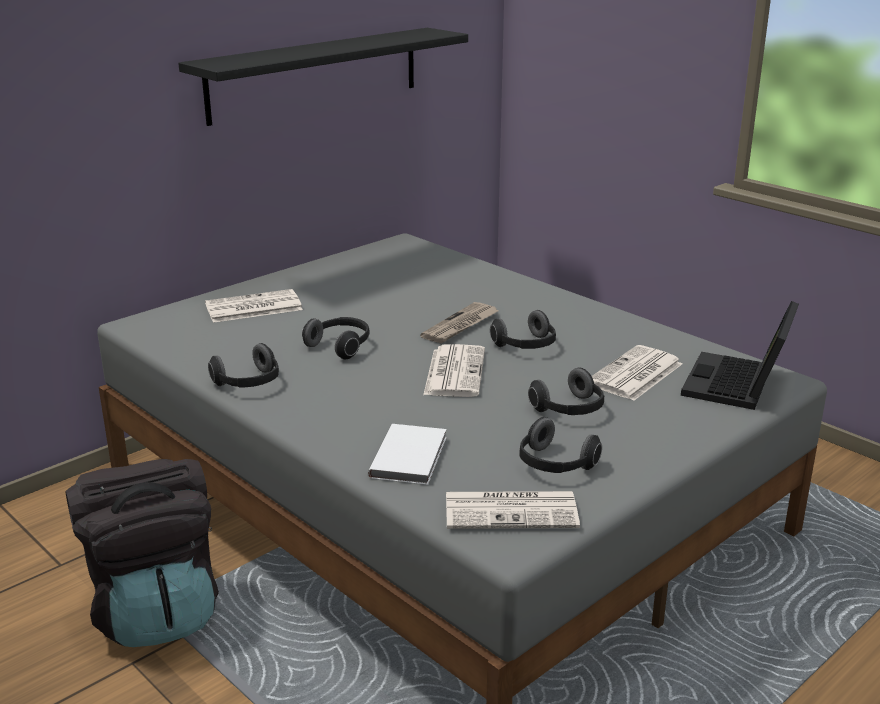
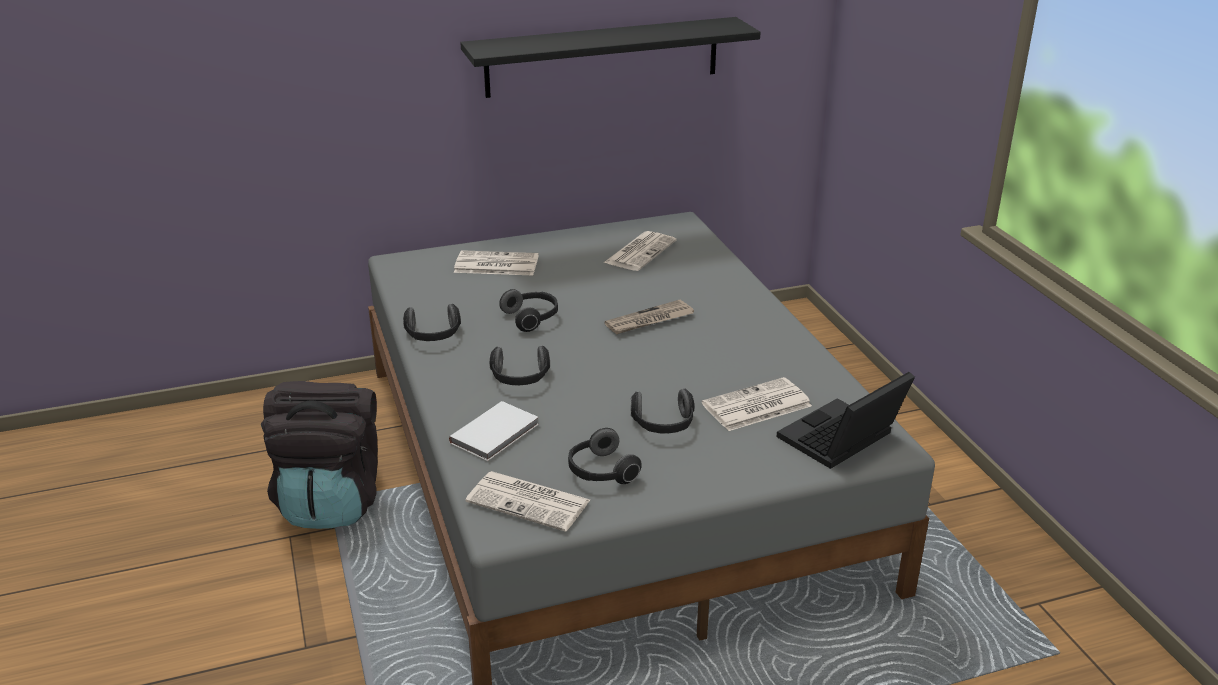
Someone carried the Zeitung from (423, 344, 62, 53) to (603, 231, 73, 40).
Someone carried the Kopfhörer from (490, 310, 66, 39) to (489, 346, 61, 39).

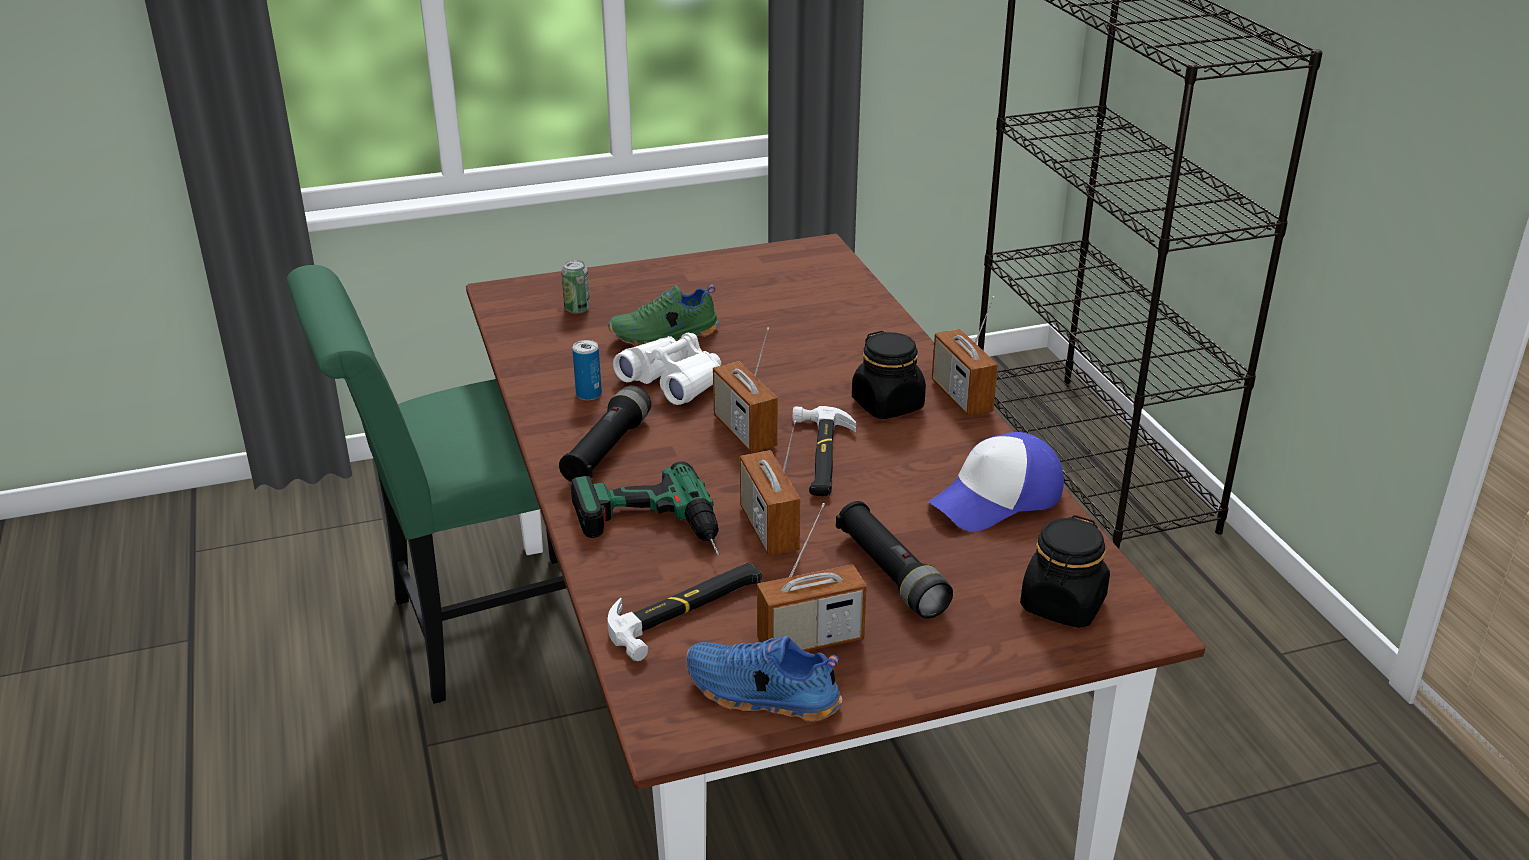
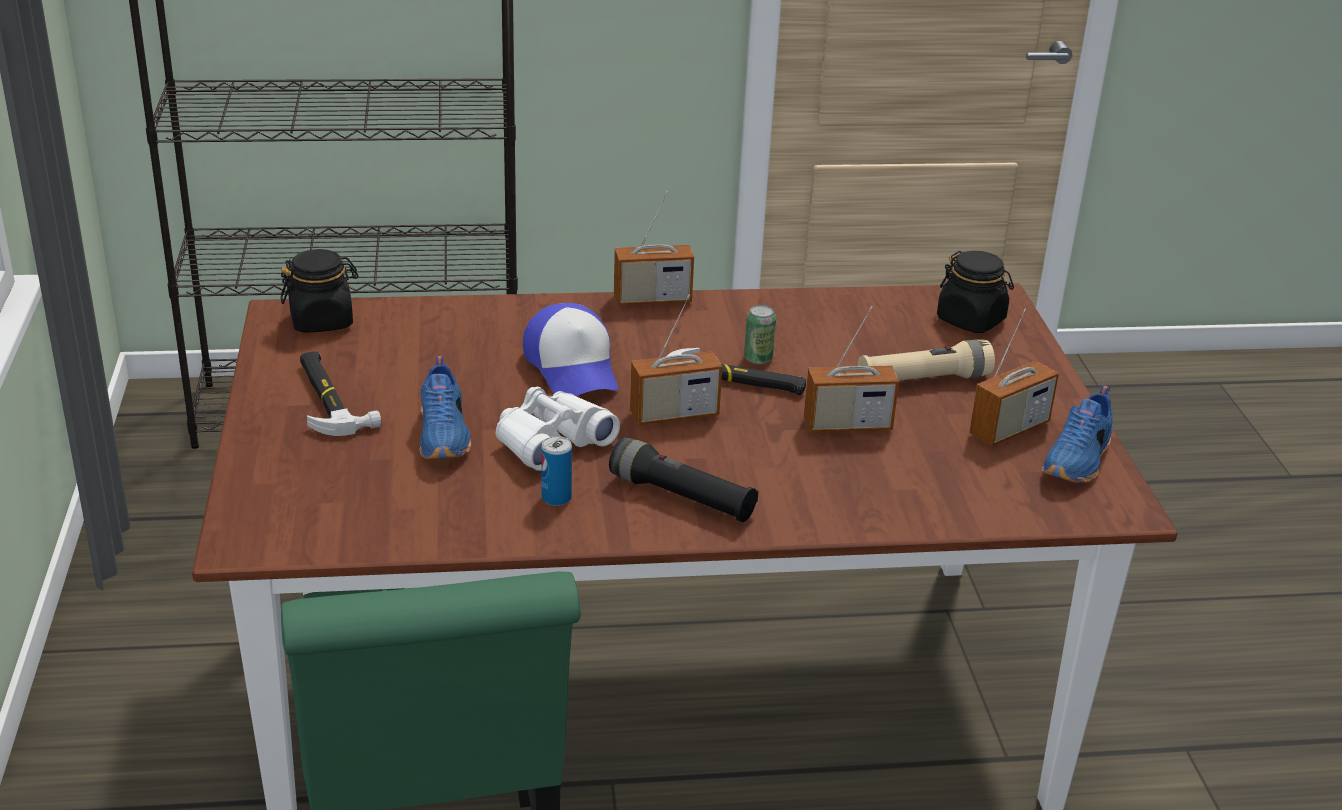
Someone carried the Dose from (561, 260, 29, 54) to (744, 305, 32, 59).
Someone took away the Bohrmaschine at (570, 461, 150, 95).
Someone repainted the Schuh (grün) at (608, 284, 111, 62), which became the Schuh (blau) at (419, 356, 52, 103).
Someone carried the Hammer from (608, 563, 154, 98) to (300, 352, 81, 84).
Someone rotated the Radio at (757, 503, 110, 148) by 60 degrees clockwise.
Someone repainted the Taschenlampe (schwarz) at (836, 501, 117, 118), which became the Taschenlampe (beige) at (858, 340, 137, 41).
Someone carried the Vorratsglas (schwarz) from (852, 331, 74, 88) to (281, 249, 78, 83).
Someone carried the Kappe from (927, 432, 137, 99) to (523, 303, 95, 93).

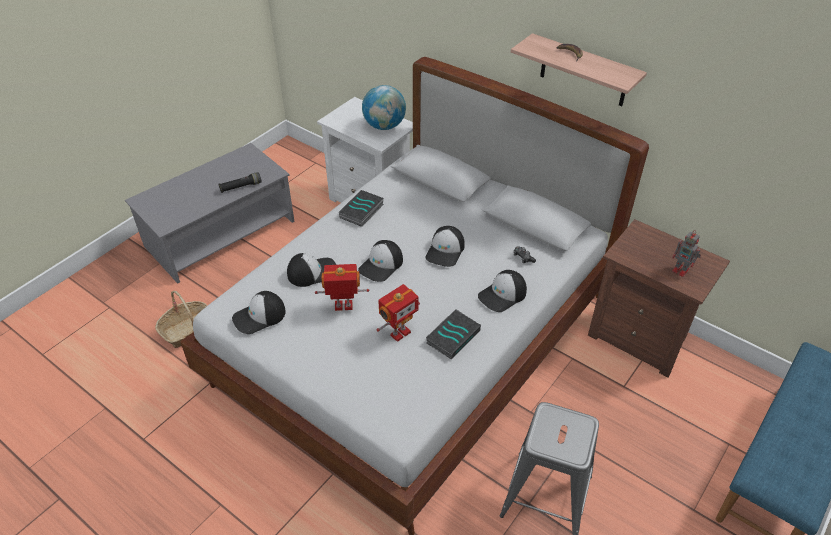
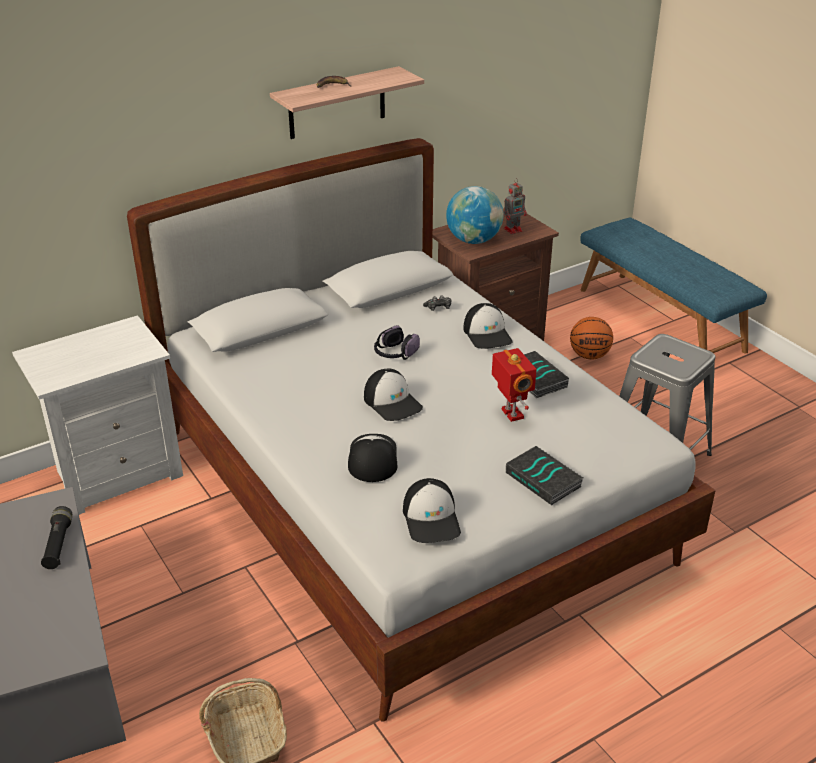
Someone took away the Spielzeugroboter at (315, 264, 54, 47).
Someone carried the Buch from (339, 190, 45, 37) to (506, 446, 77, 59).
Someone carried the Globus from (362, 85, 44, 45) to (446, 186, 58, 58).
Someone swapped the Kappe at (425, 226, 40, 41) for the Kopfhörer at (374, 325, 46, 35).
Someone put down the Basketball at (570, 317, 43, 43).

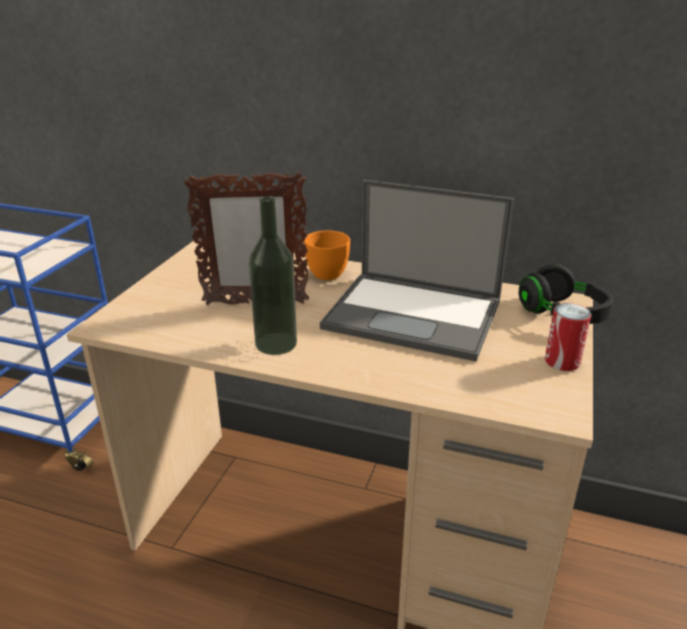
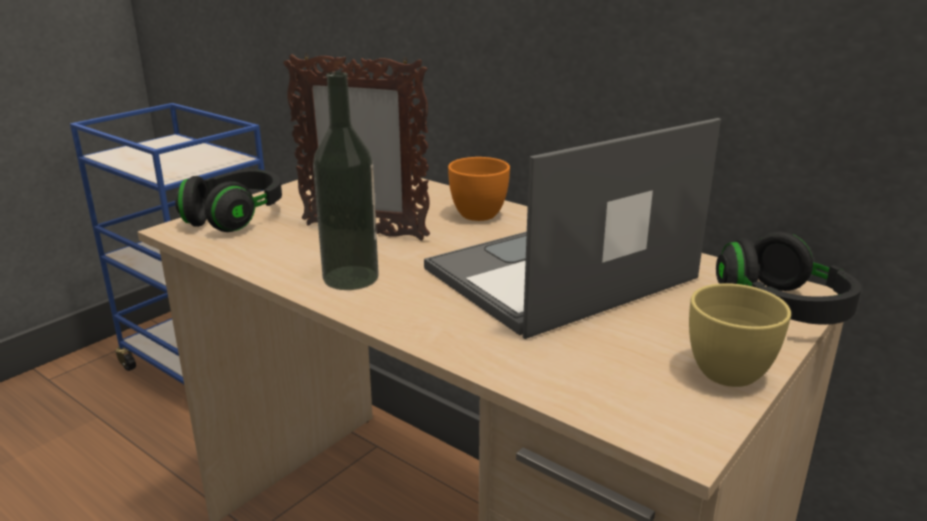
Someone rotated the Laptop at (320, 180, 194, 181) by 105 degrees clockwise.
Someone swapped the Dose at (545, 303, 46, 68) for the Tasse (gelb) at (689, 283, 102, 104).
Someone put down the Kopfhörer (schwarz) at (175, 169, 107, 63).

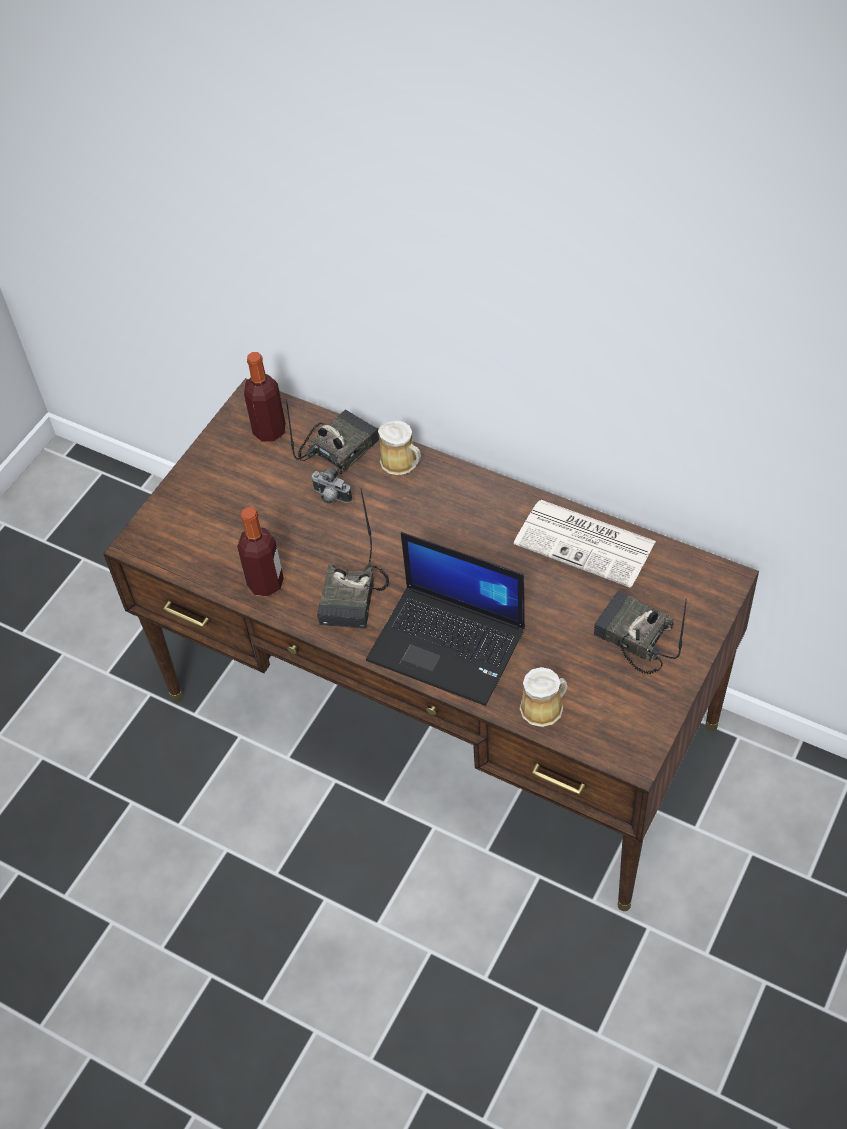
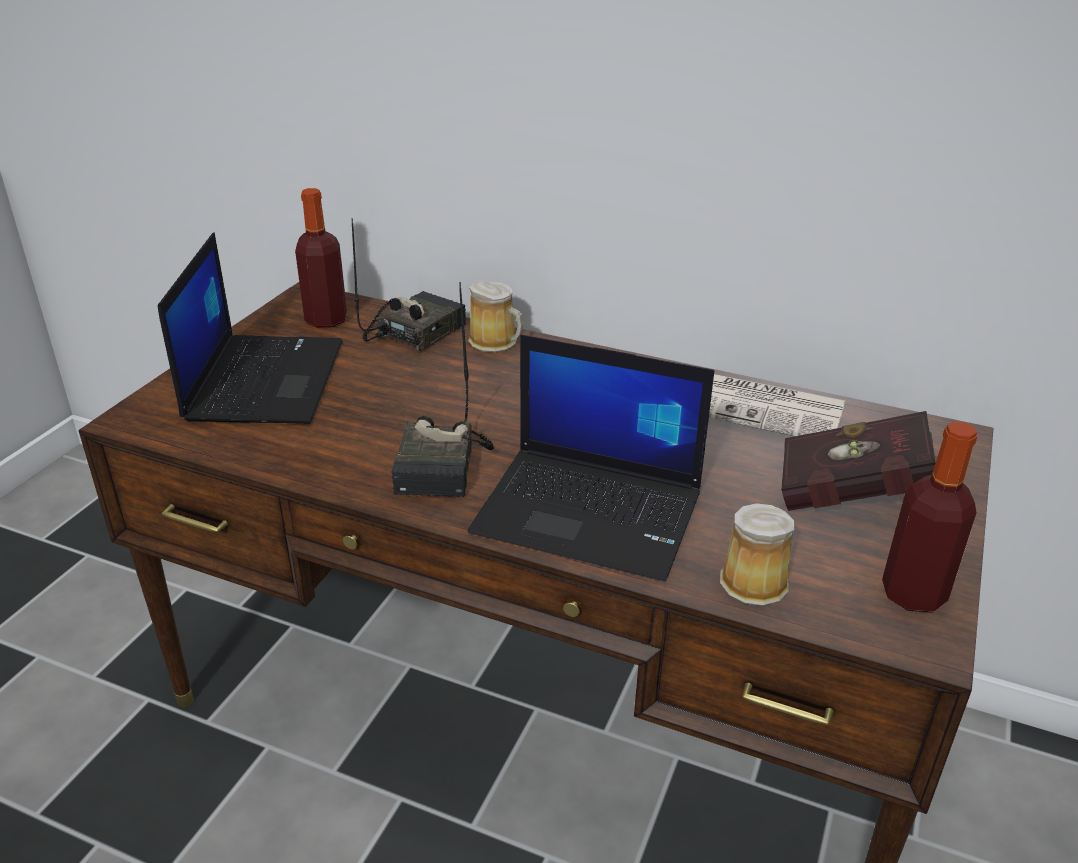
Someone carried the Flasche from (237, 507, 47, 90) to (882, 421, 96, 192).
Someone took away the Kamera at (311, 467, 41, 37).
Someone swapped the Radio at (594, 590, 93, 84) for the Buch (rot) at (781, 411, 156, 100).
Someone put down the Laptop at (158, 232, 185, 192).

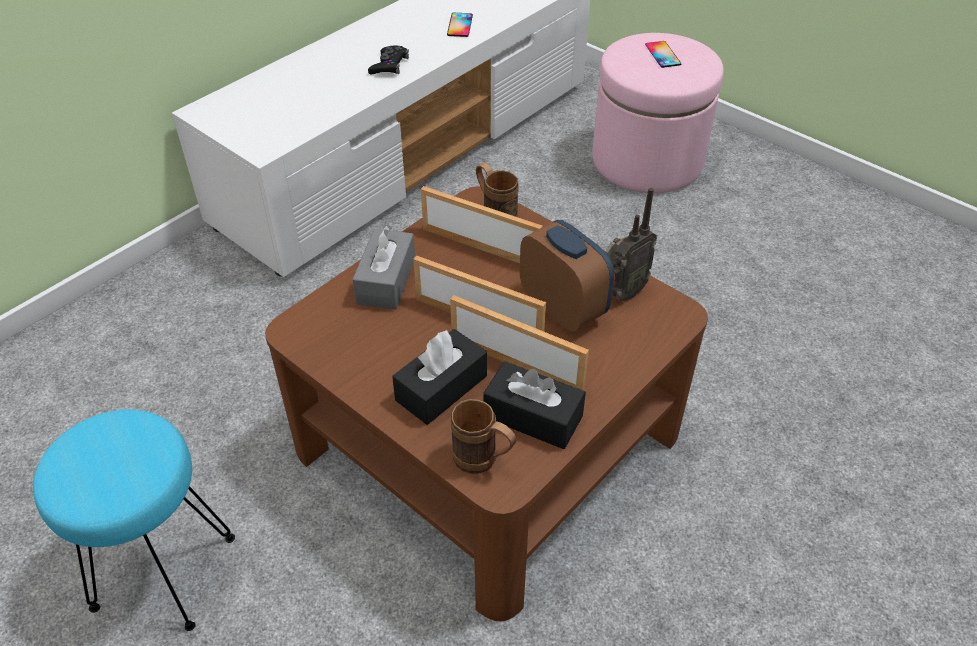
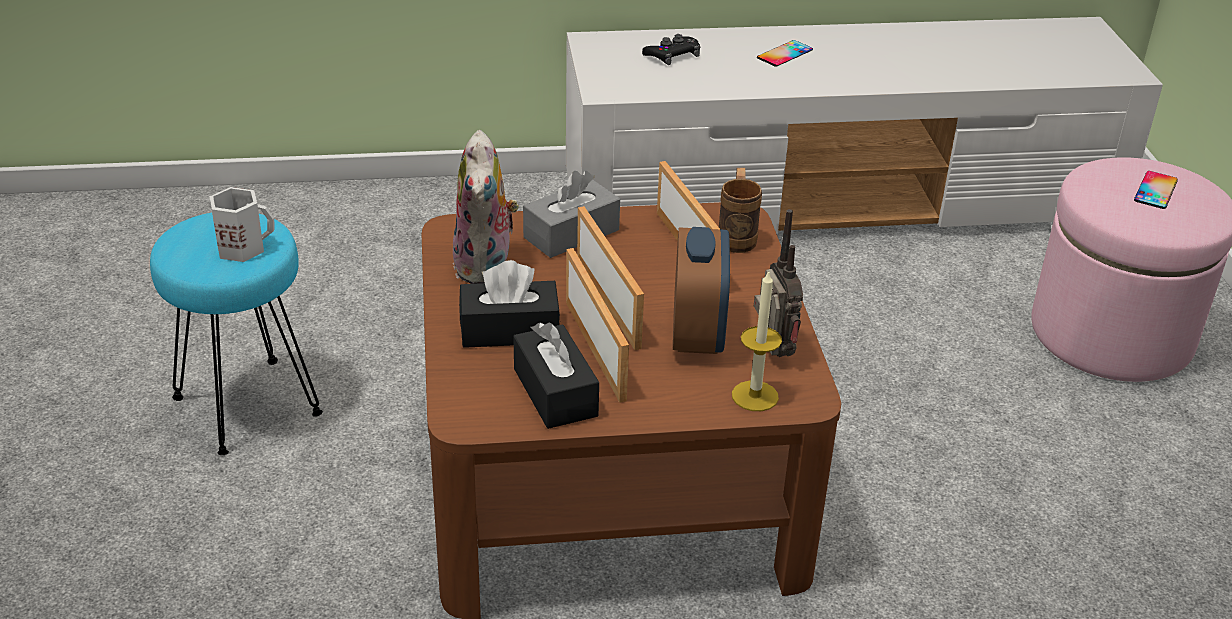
Someone carried the Gamepad (schwarz) from (368, 45, 41, 29) to (642, 34, 58, 31).
Someone carried the Handy from (447, 13, 26, 24) to (757, 40, 56, 27).
Someone took away the Henkelbecher (braun) at (451, 399, 65, 75).
Someone rotated the Radio at (605, 188, 52, 113) by 105 degrees counterclockwise.
Someone put down the Henkelbecher (weiß) at (210, 187, 64, 75).
Someone put down the Plüschtier at (453, 130, 66, 154).
Someone put down the Kerze at (732, 271, 50, 140).

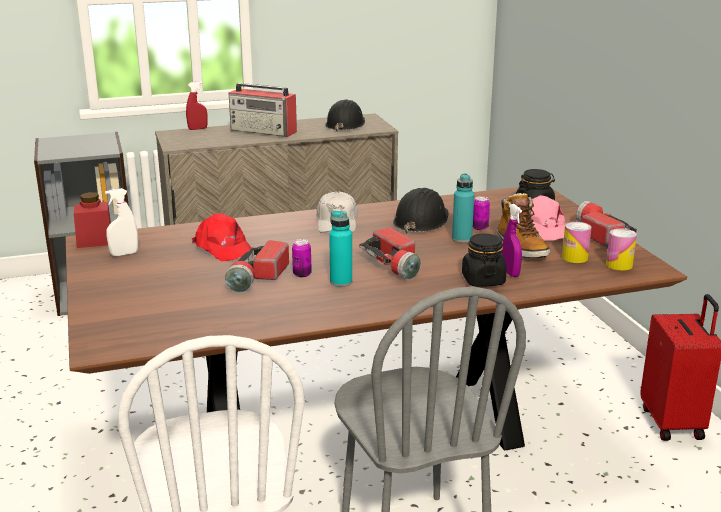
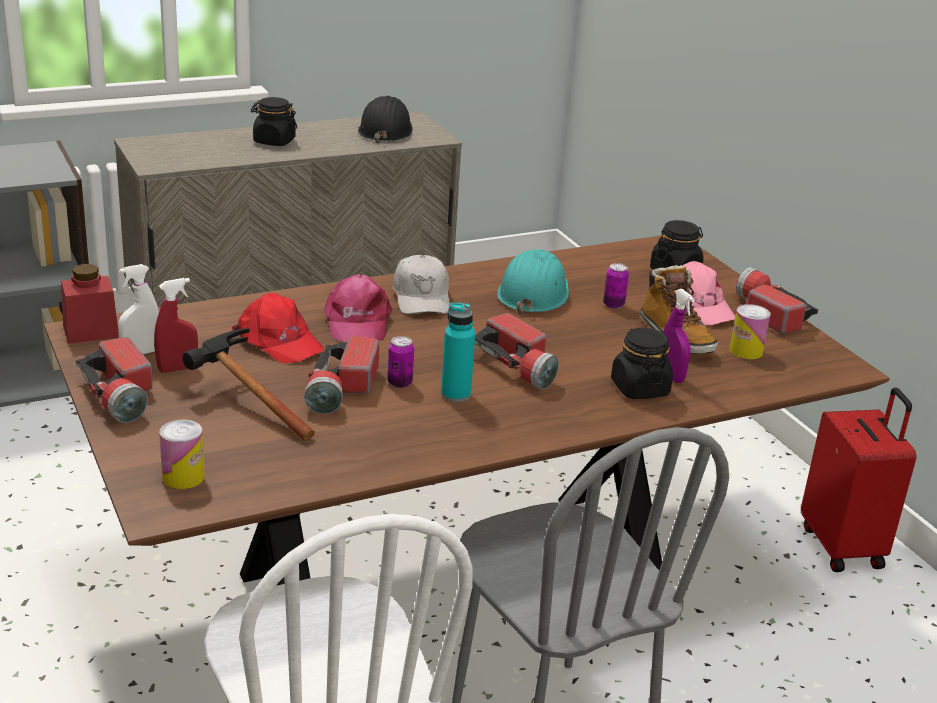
Someone carried the Sprühflasche (rot) from (186, 81, 21, 49) to (154, 278, 44, 95).
Someone swapped the Radio at (229, 83, 68, 54) for the Vorratsglas (schwarz) at (251, 97, 46, 49).
Someone repainted the Schutzhelm (schwarz) at (393, 188, 56, 45), which became the Schutzhelm (türkis) at (497, 249, 72, 66).
Someone took away the Flasche (türkis) at (452, 174, 22, 69).
Someone carried the Dose from (606, 228, 31, 43) to (159, 420, 46, 69).
Someone put down the Taschenlampe at (76, 337, 77, 86).
Someone put down the Hammer at (183, 328, 132, 113).
Someone put down the Kappe (rosa) at (324, 274, 68, 68).

